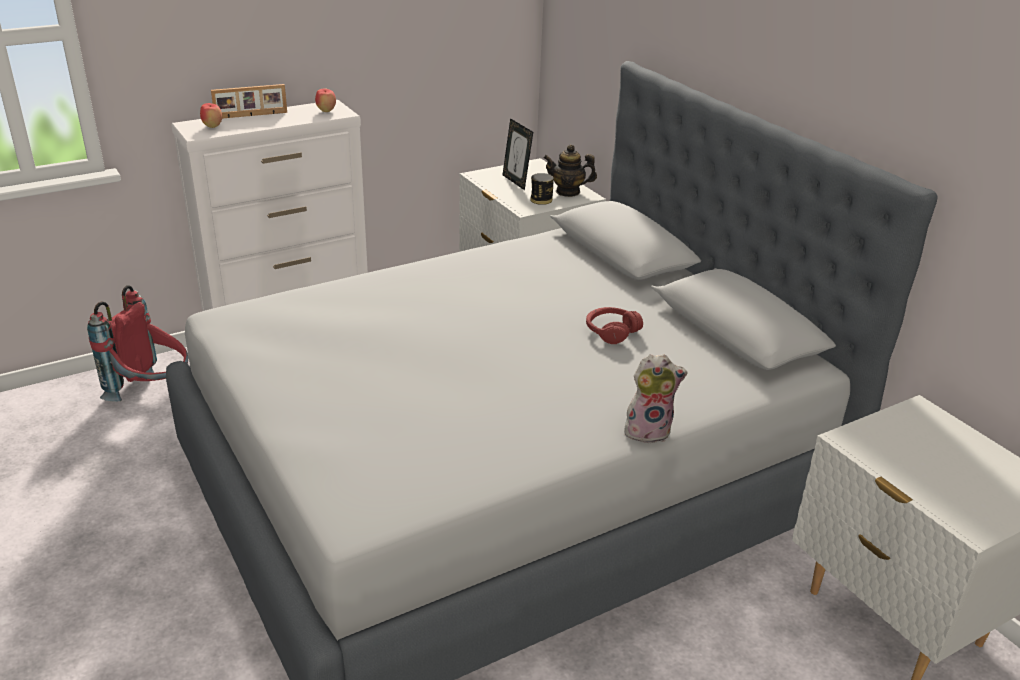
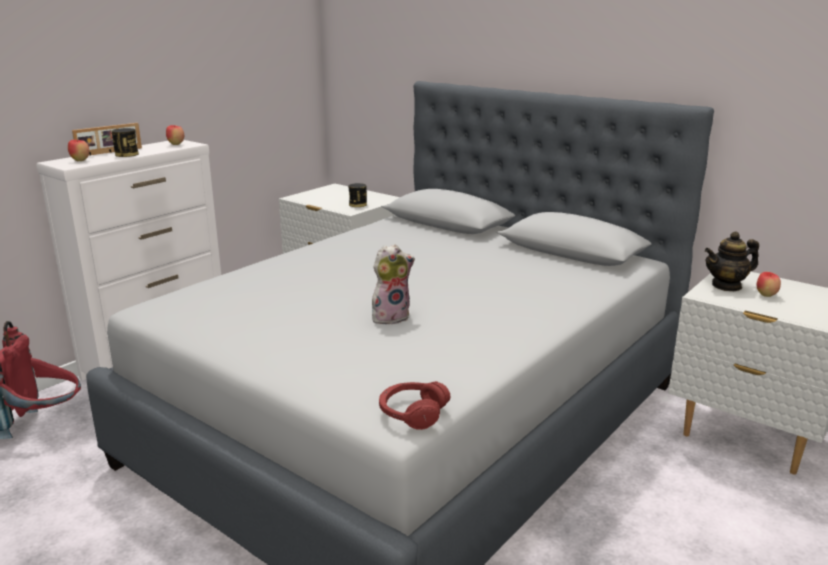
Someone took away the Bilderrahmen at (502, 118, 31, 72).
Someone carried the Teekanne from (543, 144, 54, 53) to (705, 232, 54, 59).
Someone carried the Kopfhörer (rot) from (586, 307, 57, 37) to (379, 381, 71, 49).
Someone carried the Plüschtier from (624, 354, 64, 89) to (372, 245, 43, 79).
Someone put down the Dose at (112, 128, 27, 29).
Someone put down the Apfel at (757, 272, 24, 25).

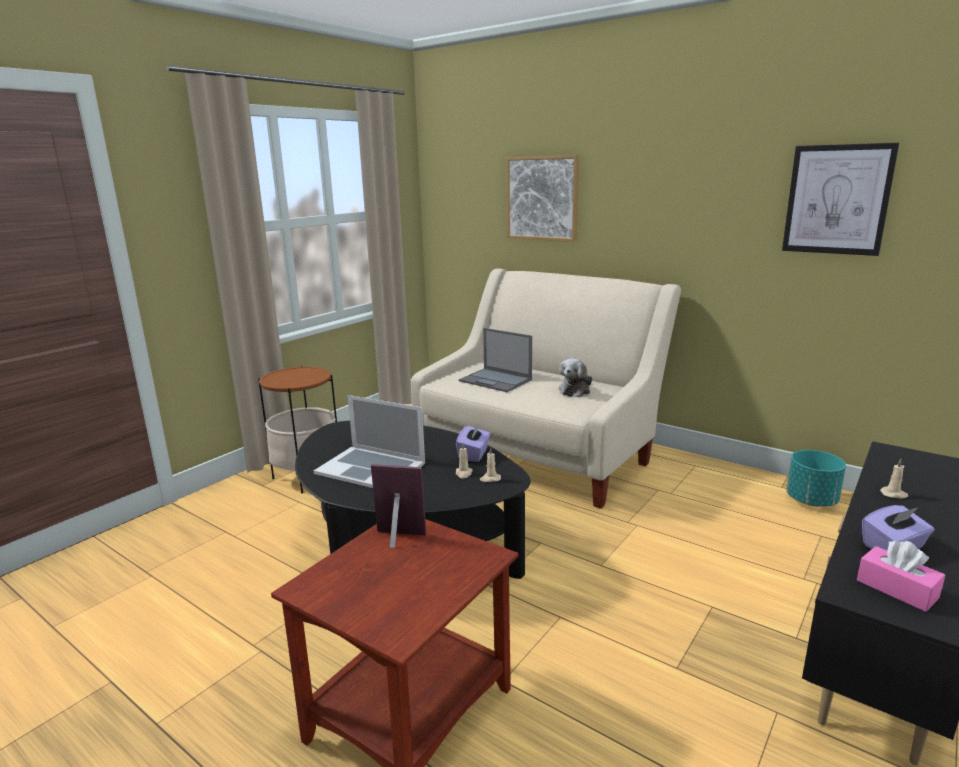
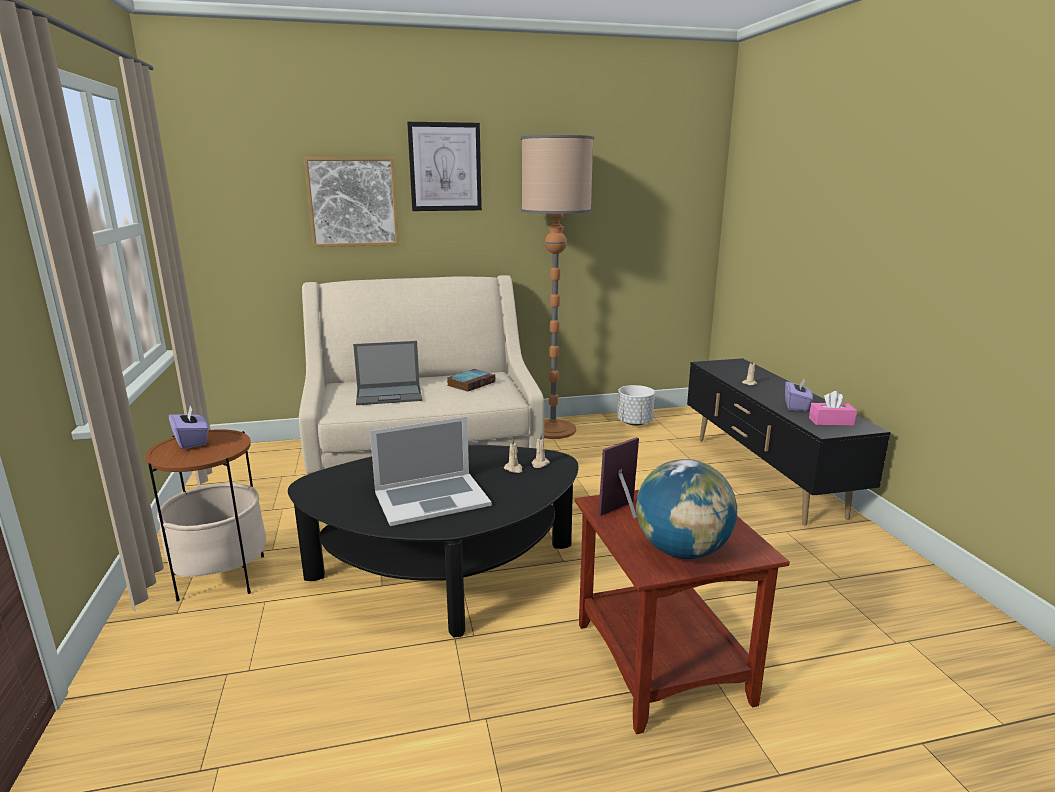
Someone carried the Taschentuchbox (lila) from (456, 423, 34, 39) to (169, 406, 40, 43).
Someone swapped the Plüschtier at (559, 358, 33, 39) for the Buch at (447, 369, 48, 23).
Someone carried the Bild from (782, 143, 117, 113) to (407, 122, 75, 89).
Someone repainted the Pflanzkübel (türkis) at (786, 450, 60, 56), which became the Pflanzkübel (weiß) at (617, 385, 38, 41).
Someone put down the Stehlampe at (521, 135, 73, 304).
Someone put down the Globus at (636, 459, 101, 100).

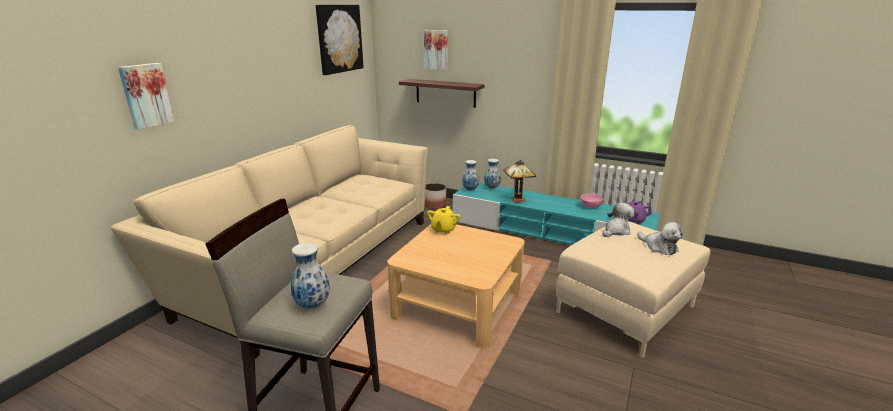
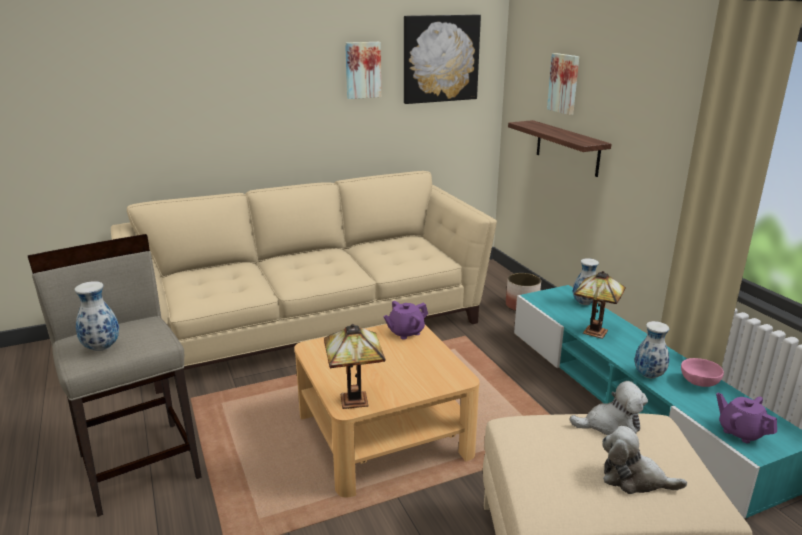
Someone carried the Bild from (118, 63, 57, 67) to (345, 42, 36, 57).
Someone repainted the Teekanne (gelb) at (427, 206, 34, 28), which became the Teekanne (lila) at (384, 301, 44, 39).
Someone carried the Vase from (462, 160, 17, 31) to (635, 321, 34, 57).
Someone rotated the Plüschtier at (637, 222, 46, 33) by 105 degrees clockwise.
Someone put down the Tischlampe at (324, 324, 62, 85).

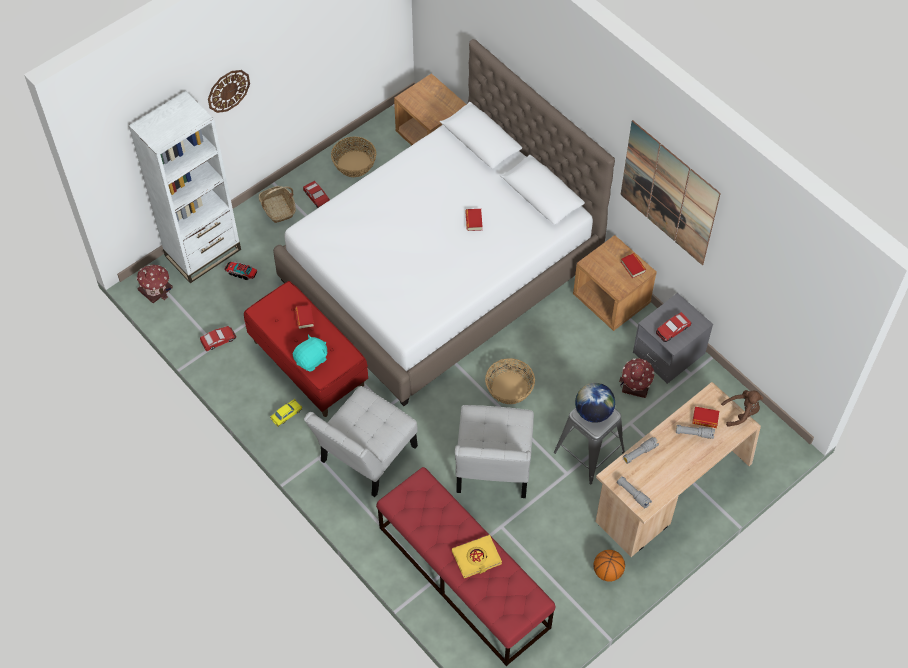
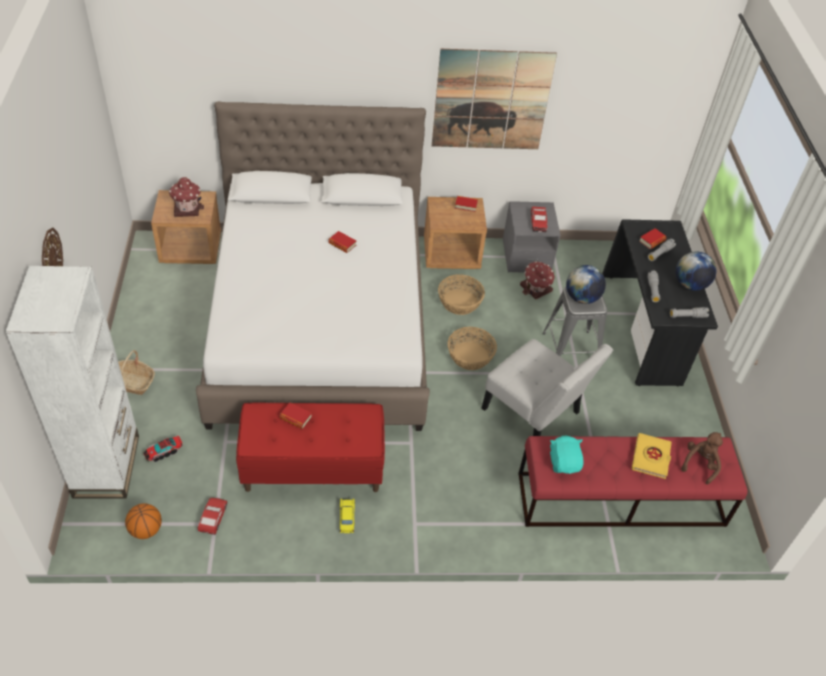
Someone carried the Spielzeughaus from (136, 264, 37, 39) to (169, 177, 35, 40).
Someone carried the Plüschtier (türkis) from (293, 334, 34, 38) to (550, 436, 34, 38).
Someone took away the Spielzeugauto at (303, 181, 27, 27).
Someone took away the Stuhl (weiß) at (304, 386, 114, 111).
Someone carried the Korb from (331, 137, 45, 40) to (438, 274, 47, 41).
Someone carried the Basketball from (593, 550, 32, 32) to (125, 503, 37, 36).
Someone repainted the Schreibtisch (beige) at (596, 382, 165, 175), which became the Schreibtisch (schwarz) at (602, 219, 116, 168).
Someone carried the Plüschtier (braun) from (721, 390, 42, 37) to (681, 432, 42, 53).
Someone put down the Globus at (676, 252, 41, 39).

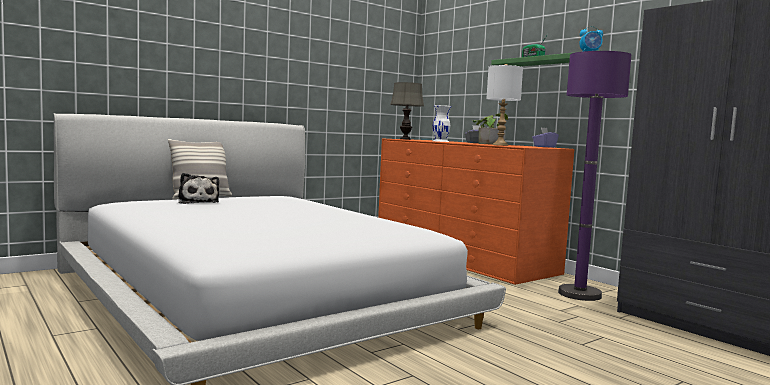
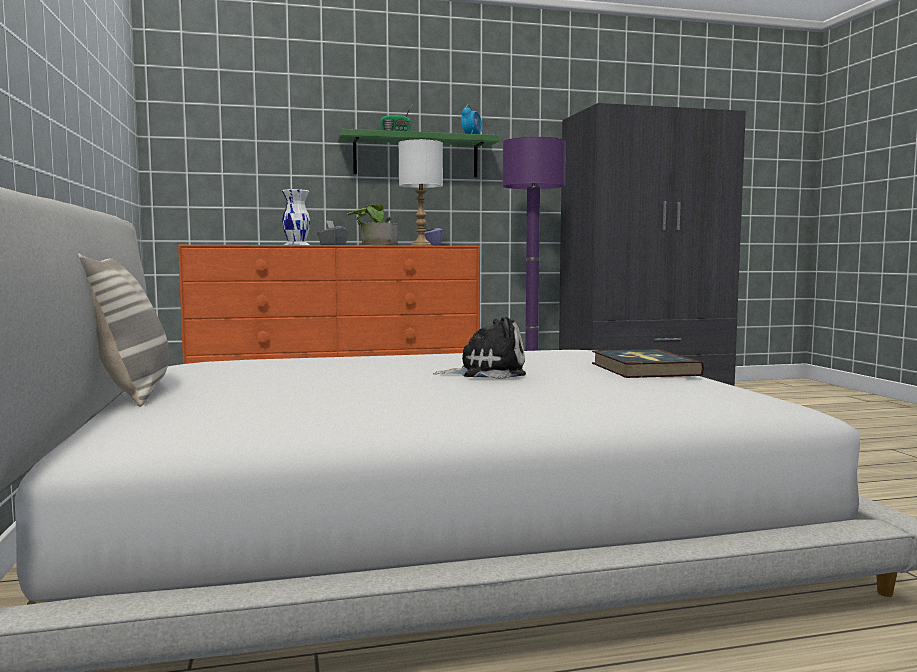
Someone carried the Plüschtier from (178, 173, 41, 31) to (433, 316, 93, 63).
Someone took away the Tischlampe (grau) at (390, 82, 34, 58).
Someone put down the Buch at (592, 349, 112, 29).

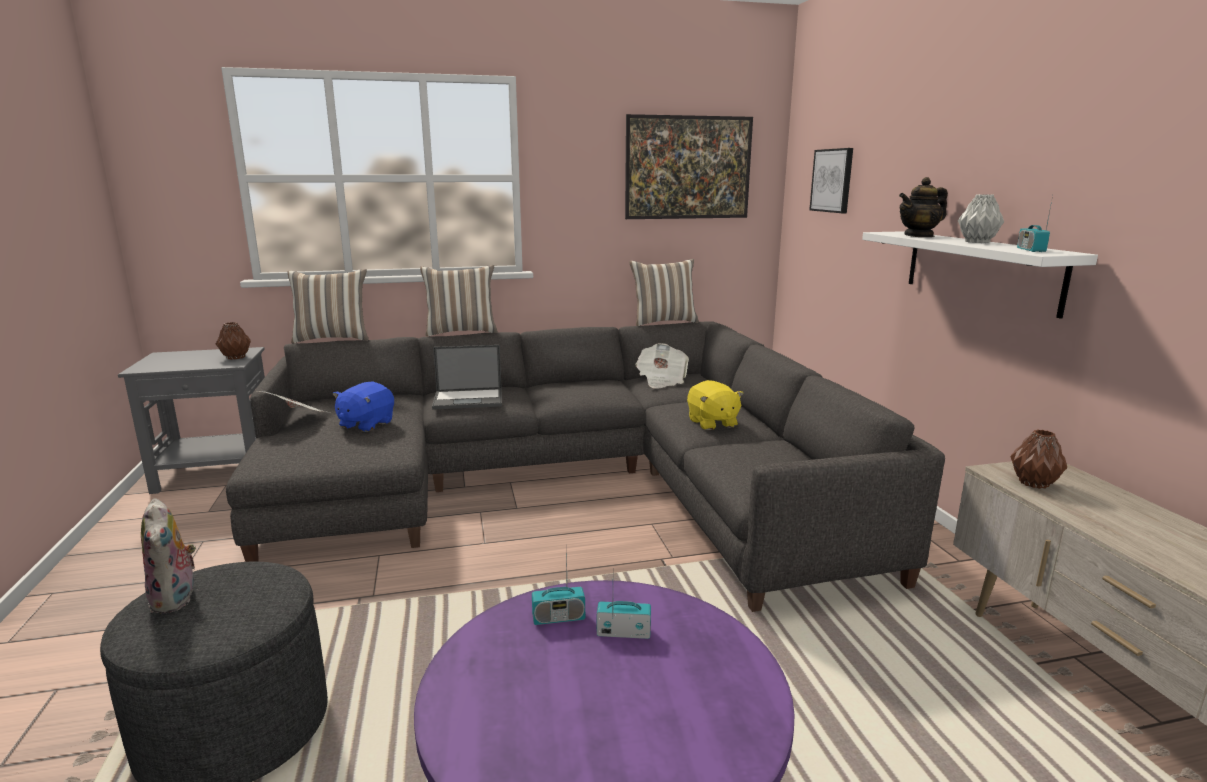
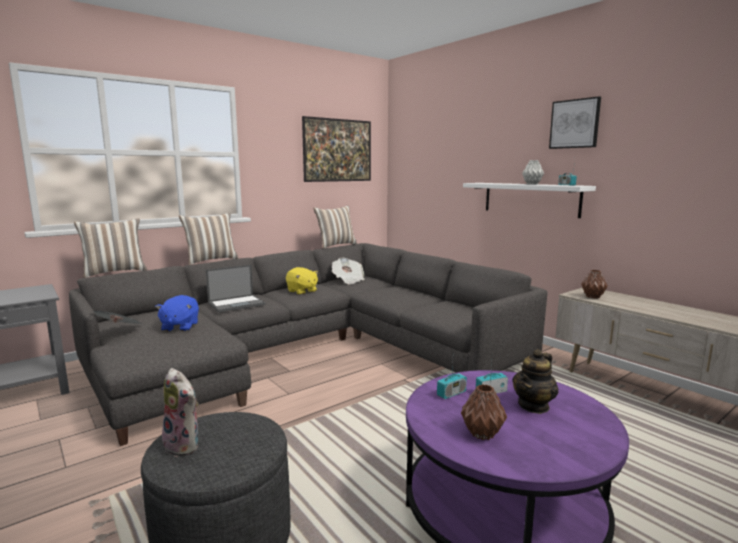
Someone carried the Vase (braun) from (216, 322, 35, 38) to (461, 384, 46, 56).
Someone carried the Plüschtier (gelb) from (687, 380, 57, 50) to (286, 267, 32, 28).
Someone carried the Bild from (809, 148, 44, 65) to (549, 96, 52, 53).
Someone carried the Teekanne from (899, 177, 49, 60) to (513, 349, 45, 65).

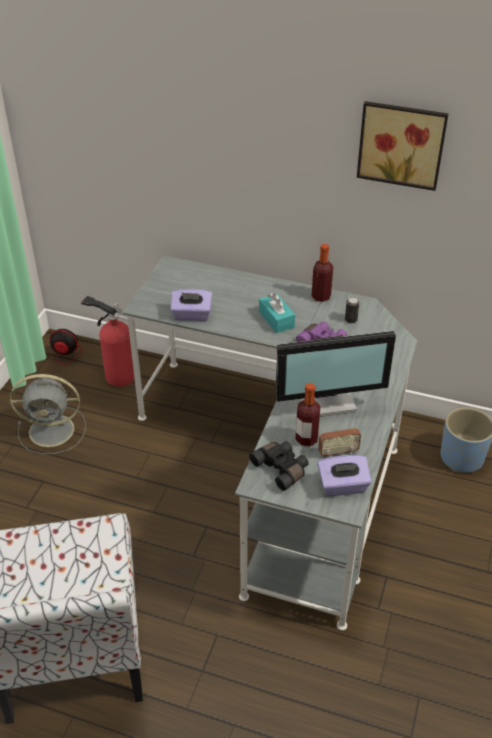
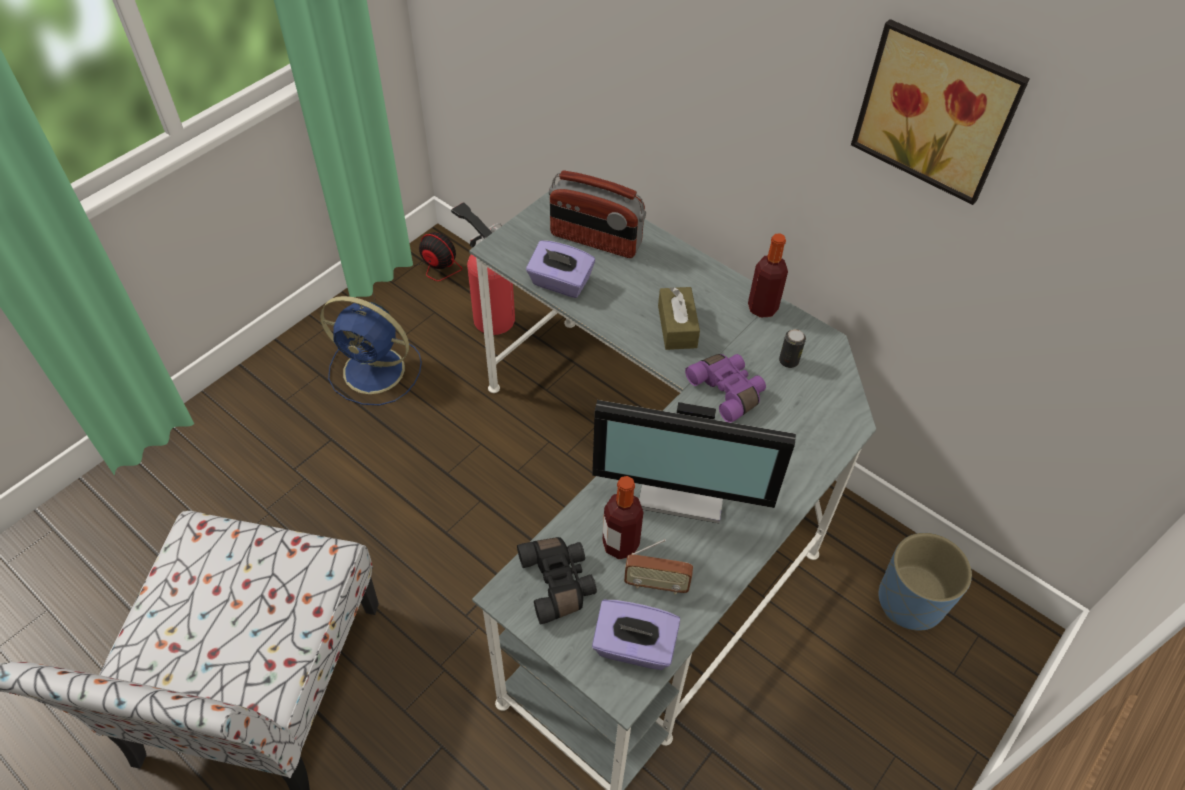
Someone repainted the Ventilator (grau) at (10, 374, 76, 80), which became the Ventilator (blau) at (320, 296, 102, 109).
Someone repainted the Taschentuchbox (türkis) at (259, 293, 36, 40), which became the Taschentuchbox (braun) at (658, 287, 42, 63).
Someone put down the Radio at (549, 170, 97, 88).

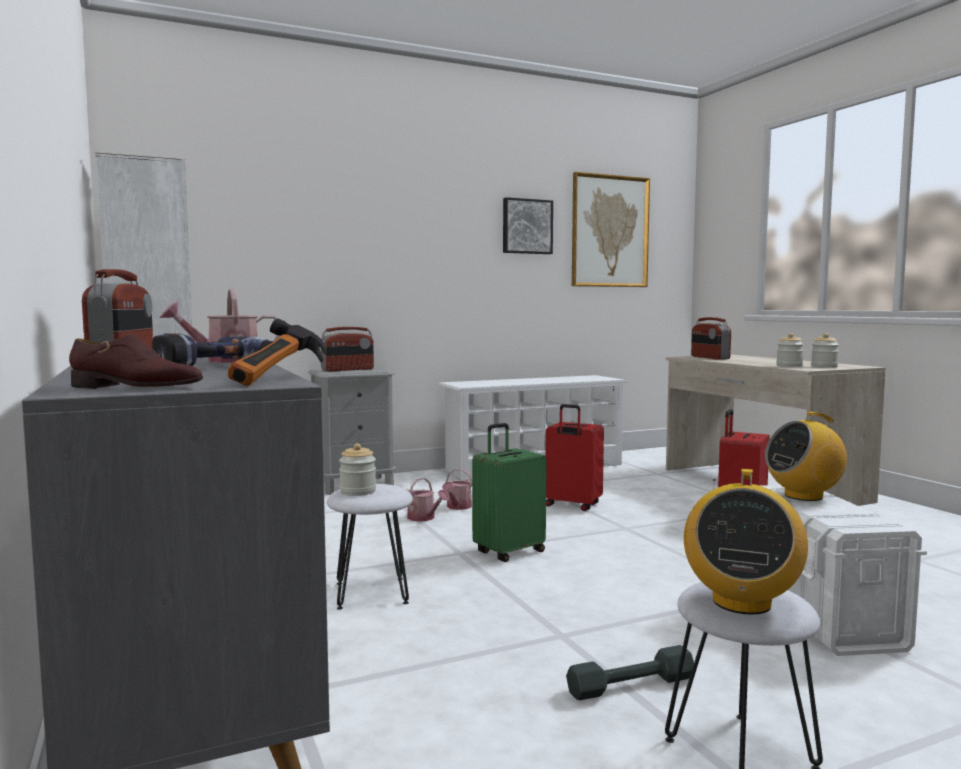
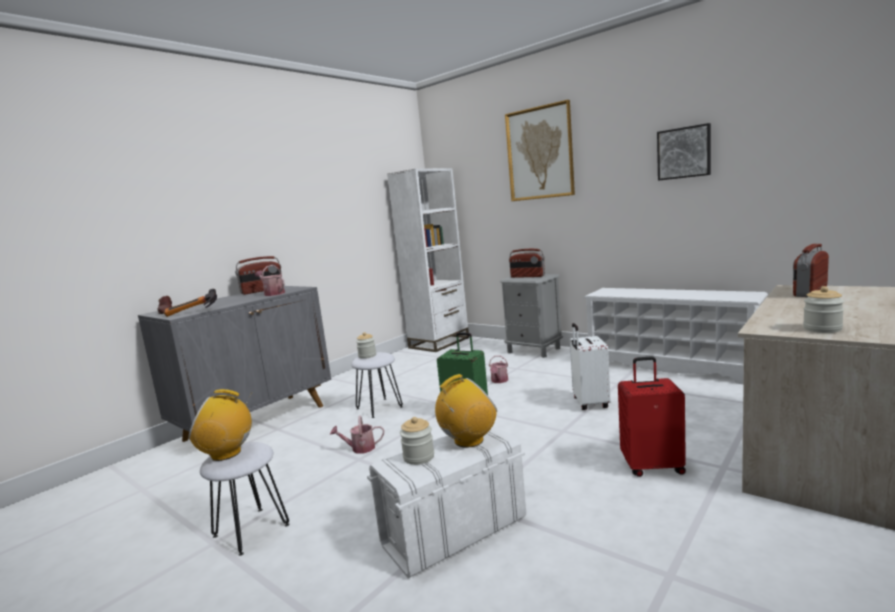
Someone took away the Bohrmaschine at (152, 333, 122, 33).
Someone carried the Gießkanne from (442, 469, 30, 41) to (330, 416, 54, 38).
Someone repainted the Koffer (rot) at (545, 404, 59, 107), which became the Koffer (weiß) at (570, 323, 41, 87).
Someone took away the Hantel (grau) at (566, 645, 128, 55).
Someone carried the Bild from (572, 172, 78, 115) to (505, 100, 70, 101).
Someone rotated the Radio at (765, 412, 82, 89) by 105 degrees clockwise.
Someone carried the Vorratsglas from (776, 333, 28, 34) to (400, 417, 34, 48).

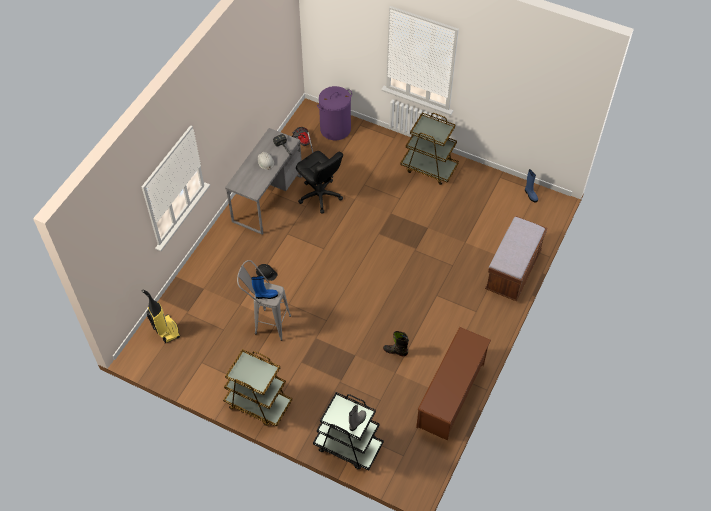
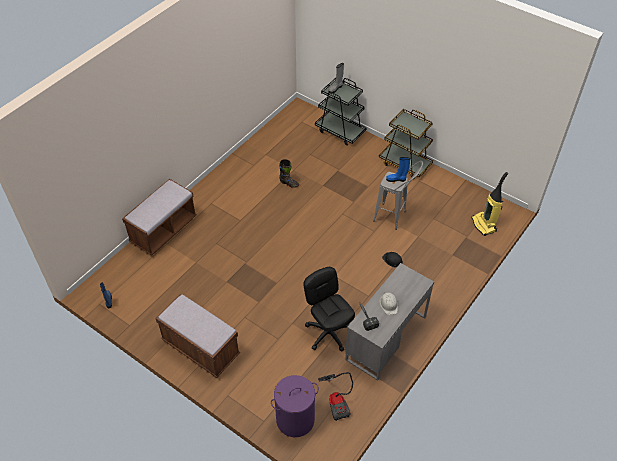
Someone swapped the Rollwagen (braun) at (400, 113, 59, 72) for the Bank (braun) at (155, 294, 85, 84).
Someone took away the Schuhregal (braun) at (416, 327, 75, 114).

